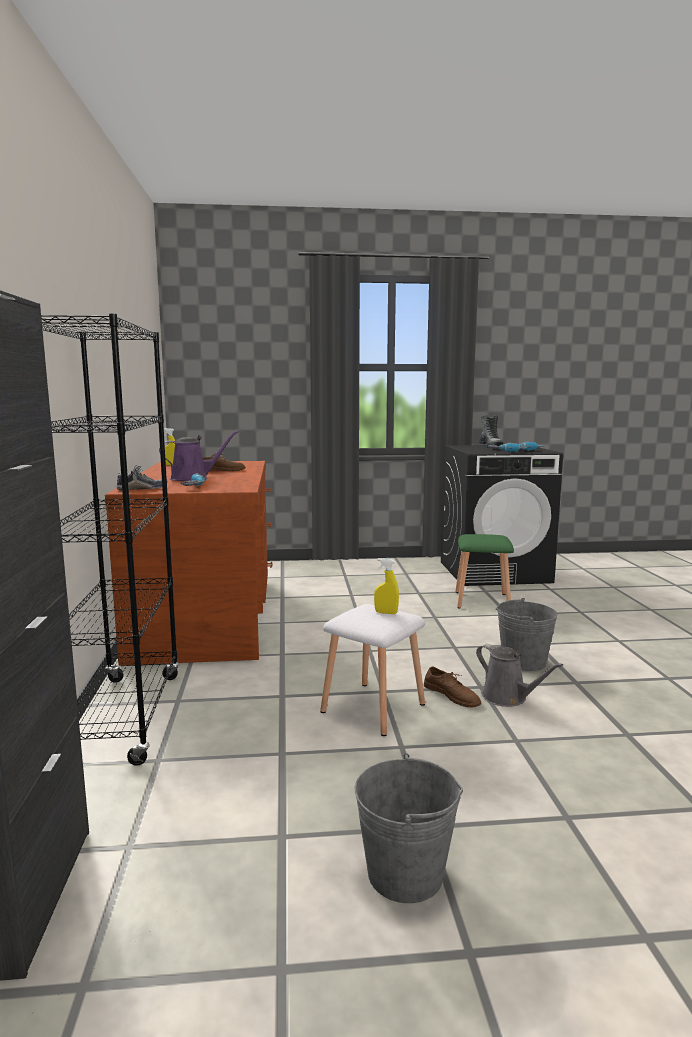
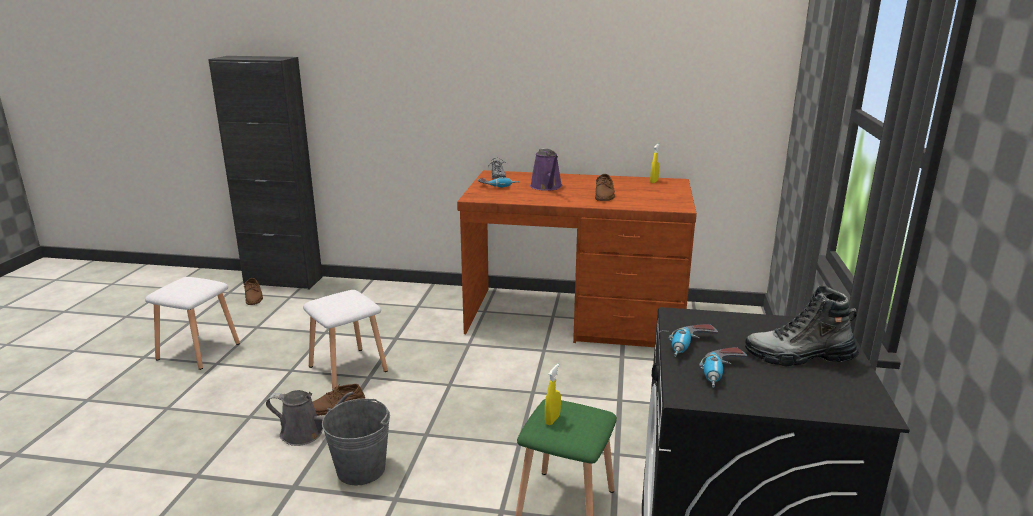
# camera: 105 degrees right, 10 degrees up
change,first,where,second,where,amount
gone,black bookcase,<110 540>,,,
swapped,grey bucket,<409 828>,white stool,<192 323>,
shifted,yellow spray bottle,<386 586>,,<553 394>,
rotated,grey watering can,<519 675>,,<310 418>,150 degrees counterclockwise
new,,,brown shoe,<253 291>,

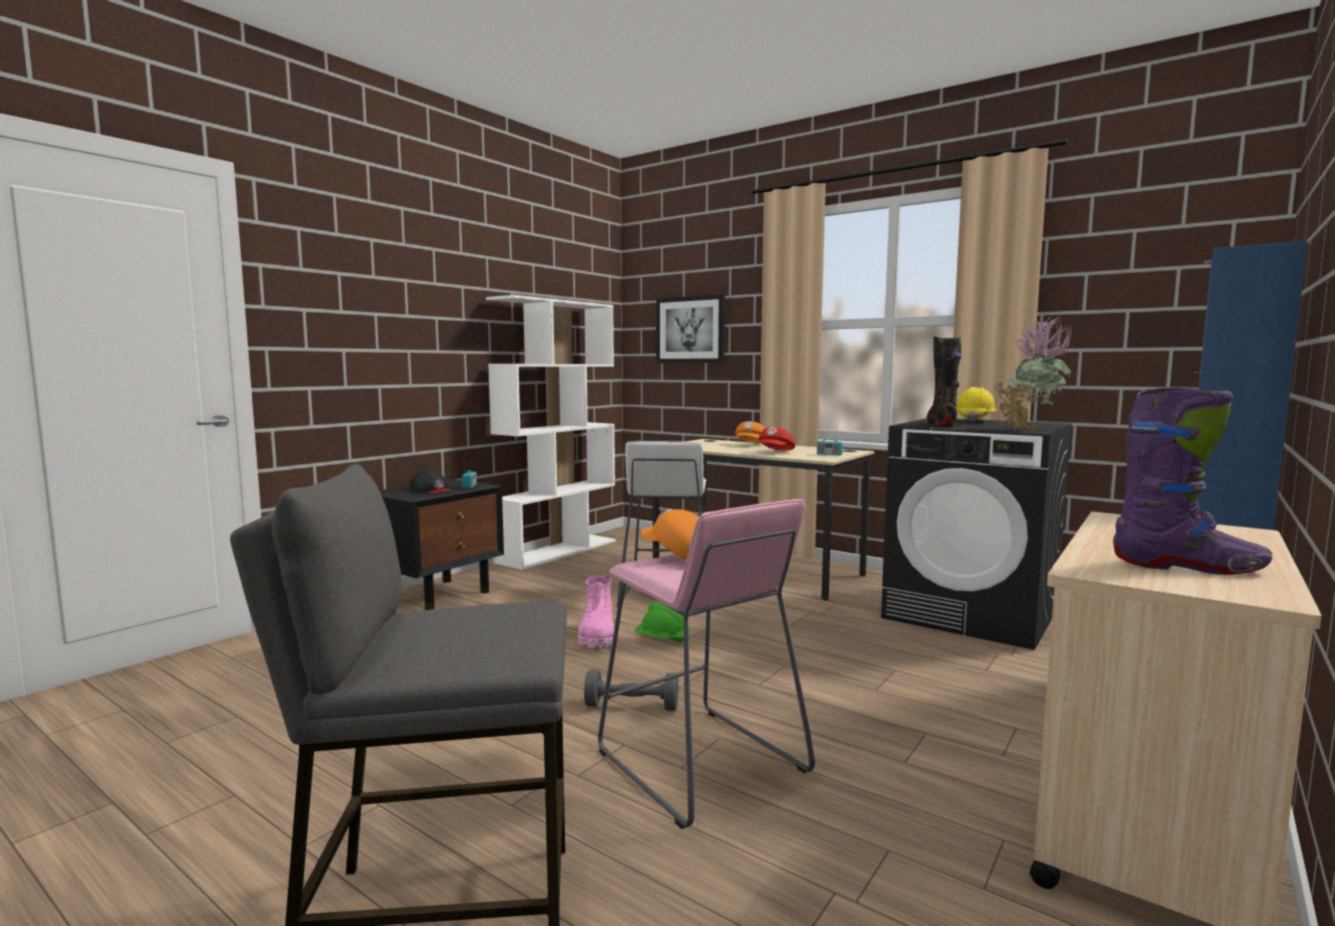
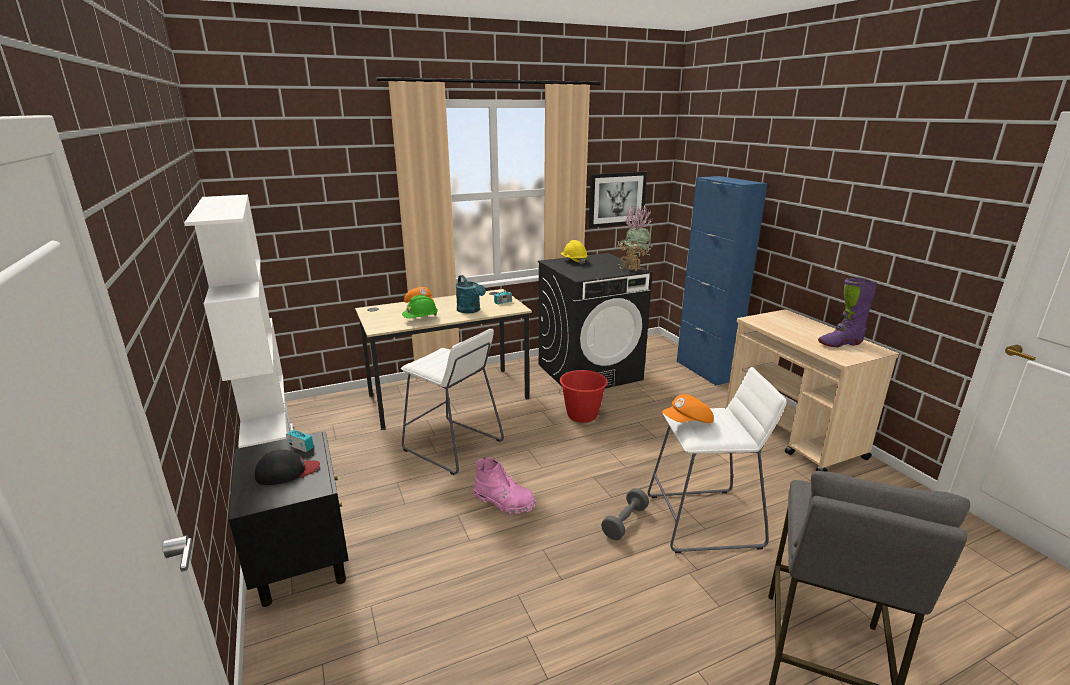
# camera: 60 degrees left, 15 degrees up
change,first,where,second,where,amount
repainted,pink stool,<706 664>,white stool,<717 460>,
shifted,green hard hat,<662 622>,,<420 306>,
shifted,picture,<690 328>,,<618 199>,
swapped,red cap,<776 439>,turquoise watering can,<471 294>,
gone,black boot,<944 381>,,,
rotated,purple boot,<1192 481>,,<847 312>,150 degrees counterclockwise
new,,,red bucket,<583 396>,

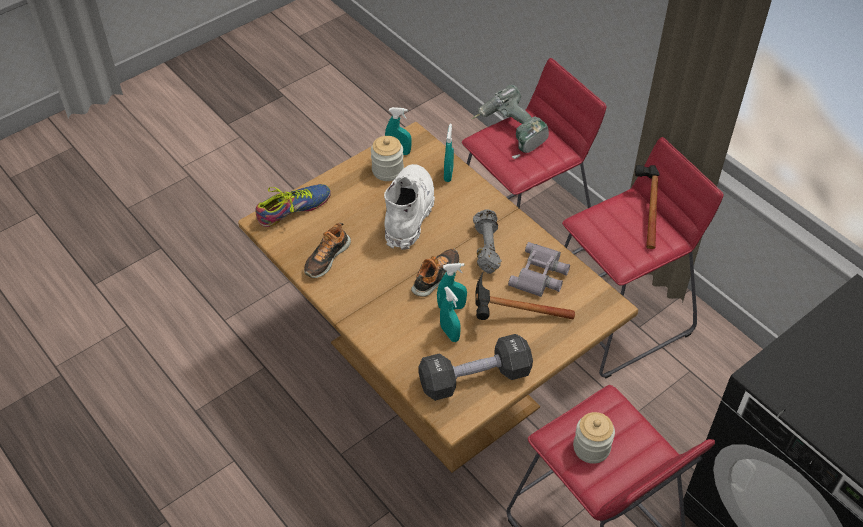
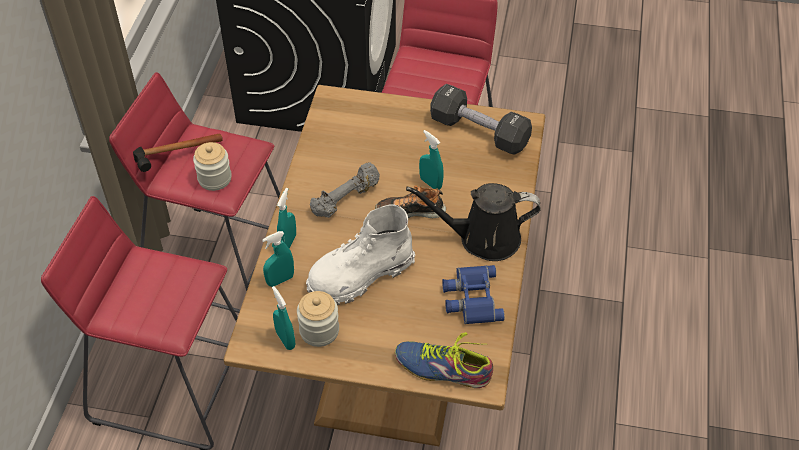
# camera: 130 degrees left, 0 degrees up
change,first,where,second,where,amount
swapped,shoe,<327 250>,blue binoculars,<473 294>,
shifted,turquoise spray bottle,<450 314>,,<286 218>,
gone,power drill,<510 122>,,,
gone,hammer,<525 295>,,,
gone,grey binoculars,<539 269>,,,
shifted,jar,<594 438>,,<212 166>,
new,,,black watering can,<473 222>,

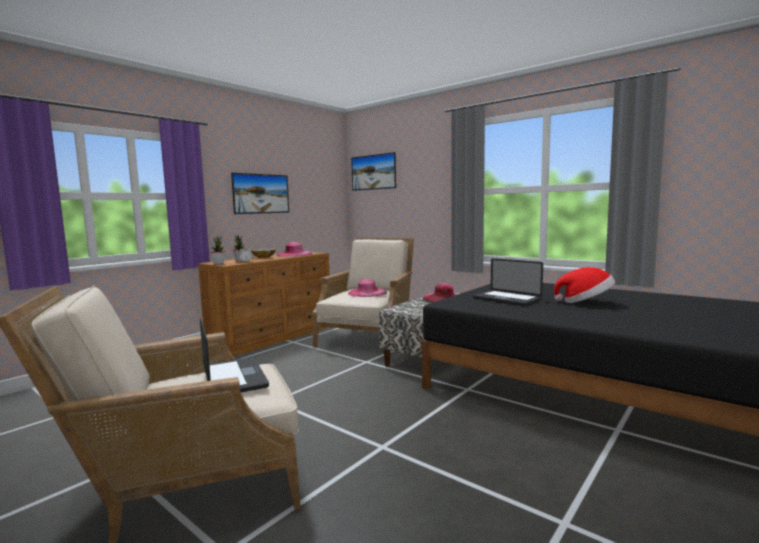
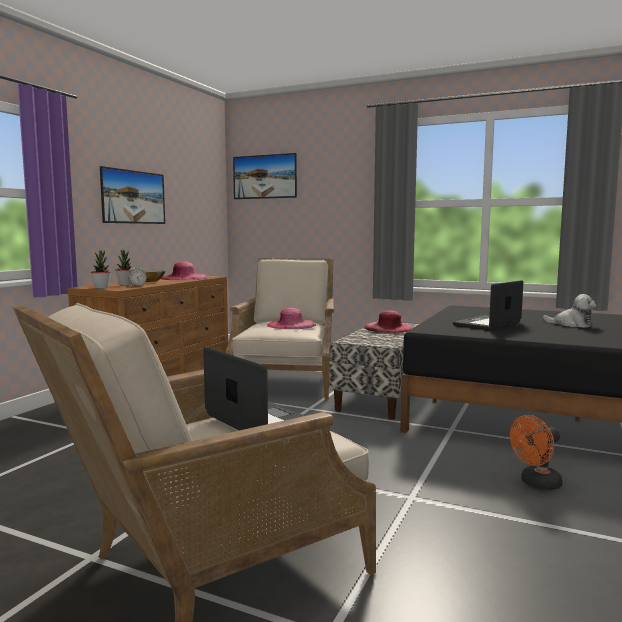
# camera: 15 degrees left, 0 degrees up
change,first,where,second,where,amount
rotated,laptop,<508 282>,,<488 305>,105 degrees clockwise
swapped,hat,<584 285>,plush toy,<569 311>,
new,,,orange fan,<536 452>,

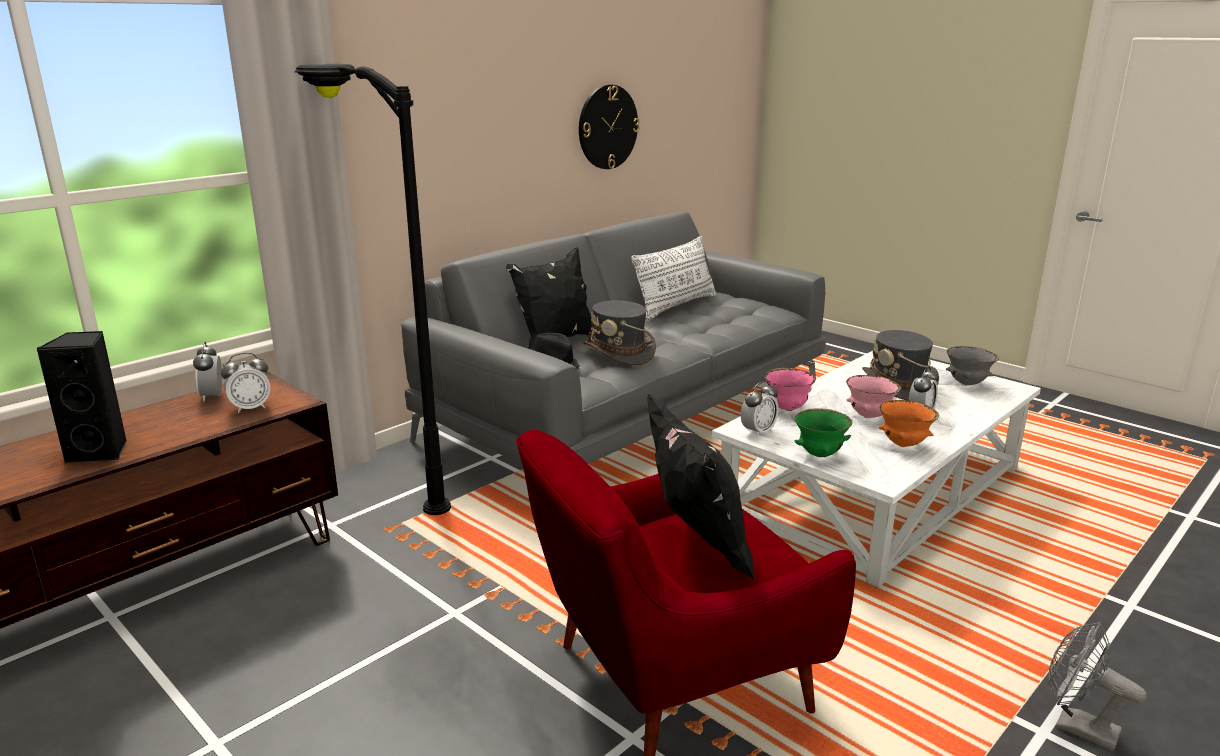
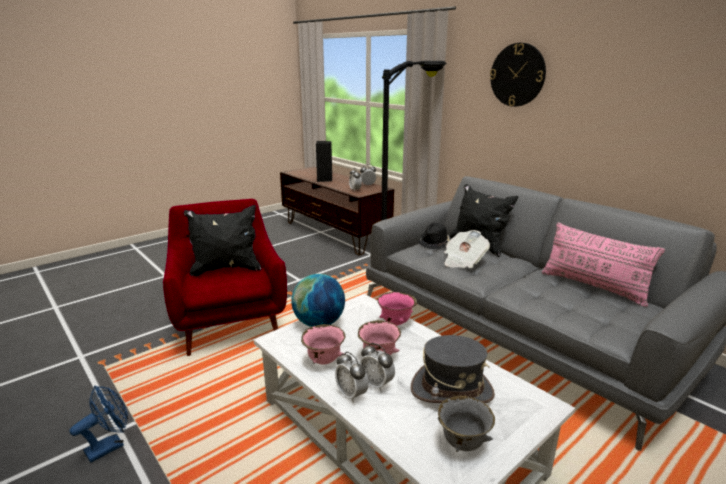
# camera: 95 degrees right, 0 degrees up
change,first,where,second,where,amount
shifted,wall clock,<609 126>,,<518 75>,
swapped,grey hat,<619 332>,newspaper,<467 249>,
repainted,white pillow,<674 278>,pink pillow,<603 265>,
shifted,alarm clock,<760 409>,,<352 377>,
swapped,green bowl,<823 432>,globe,<318 300>,
repainted,orange bowl,<909 423>,pink bowl,<323 344>,
repainted,grey fan,<1097 686>,blue fan,<98 424>,

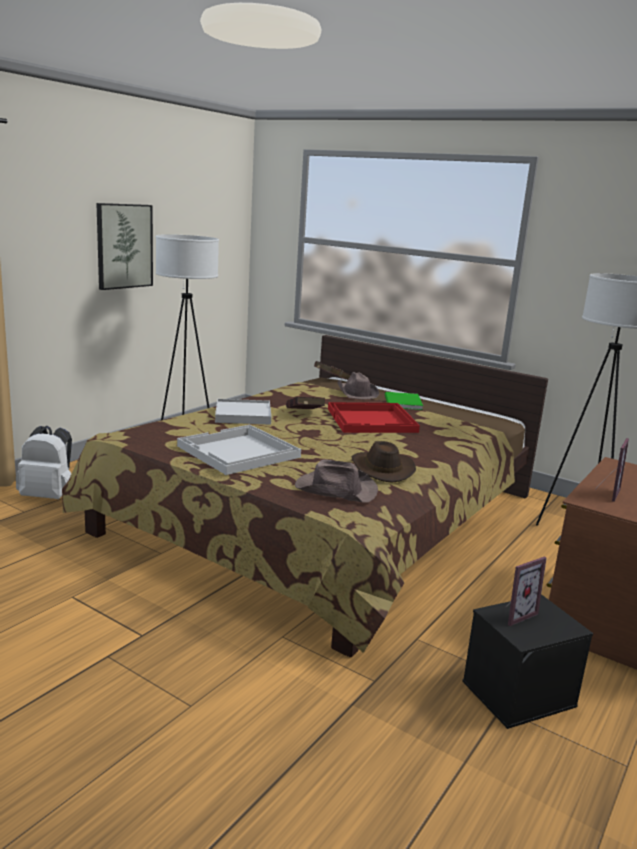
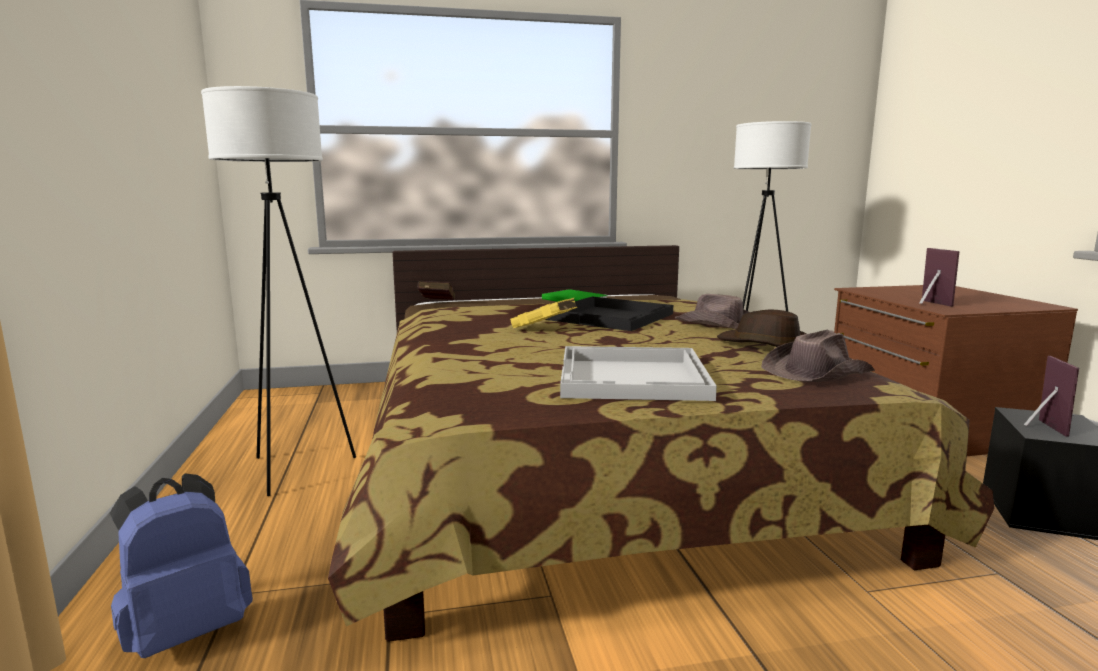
# camera: 45 degrees left, 5 degrees down
change,first,where,second,where,amount
repainted,white backpack,<44 462>,blue backpack,<181 565>,
gone,picture,<124 246>,,,
gone,white tray,<243 412>,,,
repainted,red book,<305 403>,yellow book,<543 313>,
repainted,red tray,<374 417>,black tray,<609 314>,
shifted,brown hat,<358 385>,,<712 311>,

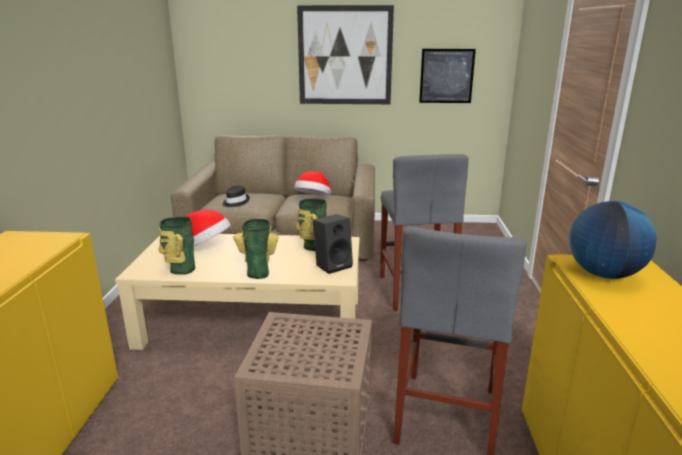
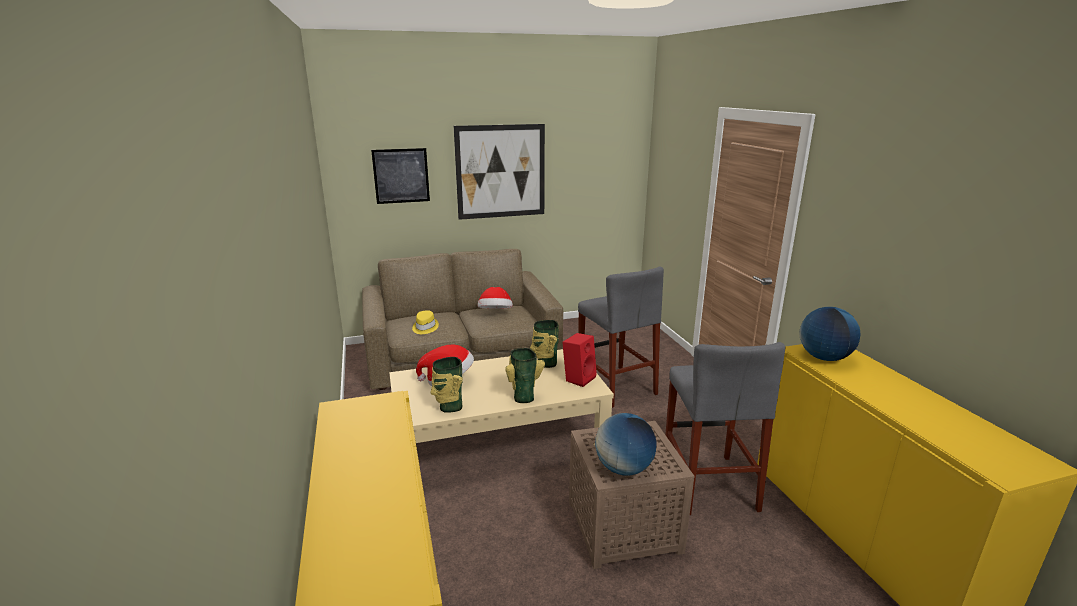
# camera: 20 degrees left, 0 degrees up
change,first,where,second,where,amount
repainted,black hat,<236 196>,yellow hat,<425 322>,
repainted,black speaker,<333 244>,red speaker,<579 360>,
shifted,picture,<447 76>,,<400 176>,
new,,,globe,<625 444>,

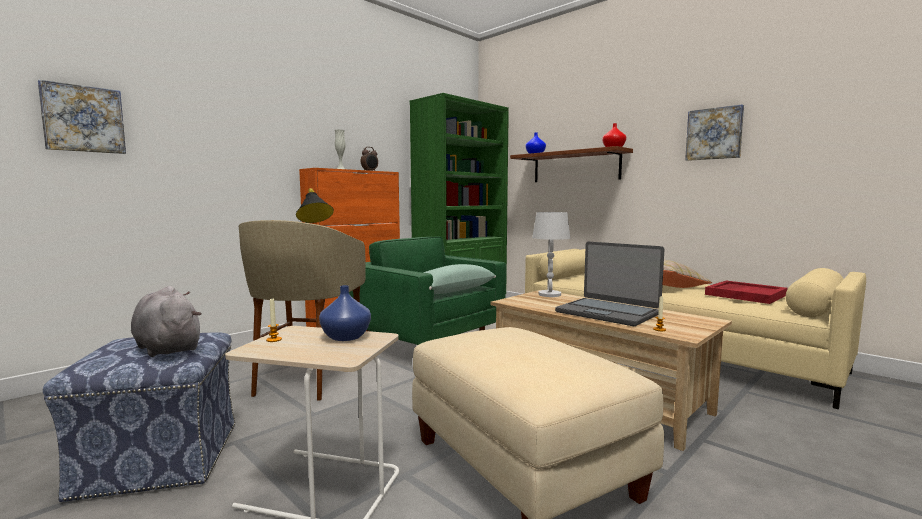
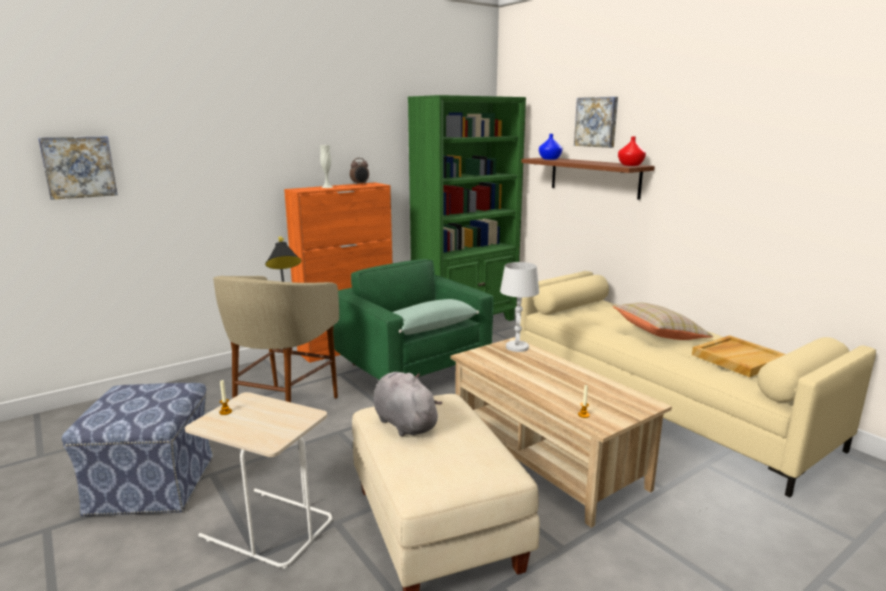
# camera: 10 degrees right, 10 degrees up
change,first,where,second,where,amount
shifted,grey plush toy,<166 321>,,<408 404>,
gone,blue vase,<345 313>,,,
gone,laptop,<610 284>,,,
shifted,picture,<714 132>,,<596 122>,
repainted,red tray,<746 292>,beige tray,<738 356>,

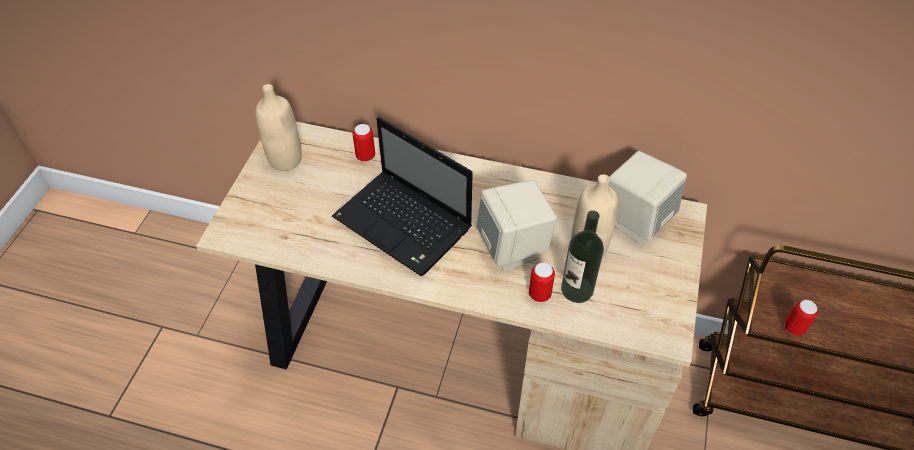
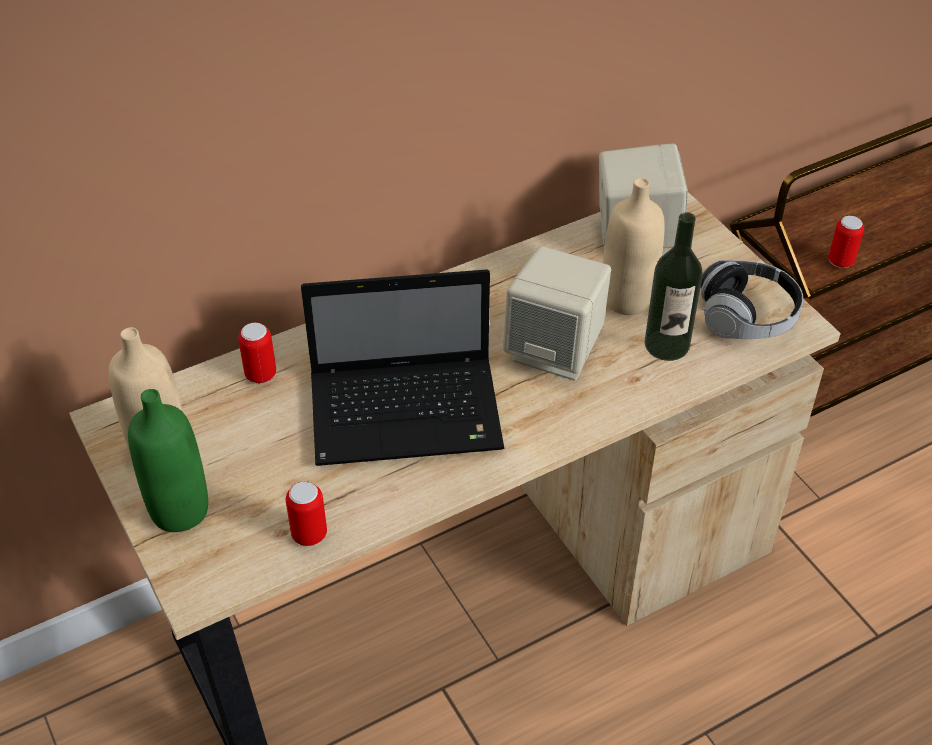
# camera: 45 degrees left, 5 degrees down
change,first,where,second,where,amount
shifted,can,<542 282>,,<306 513>,
new,,,green bottle,<168 460>,
new,,,headphones,<751 299>,

